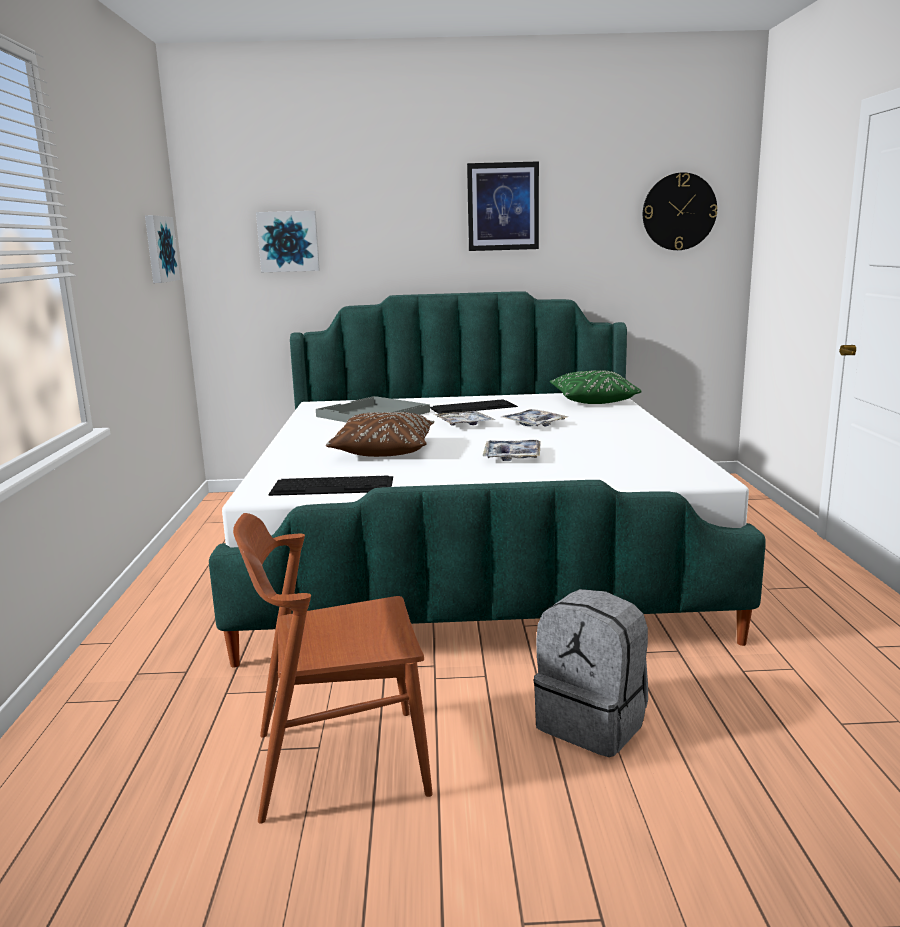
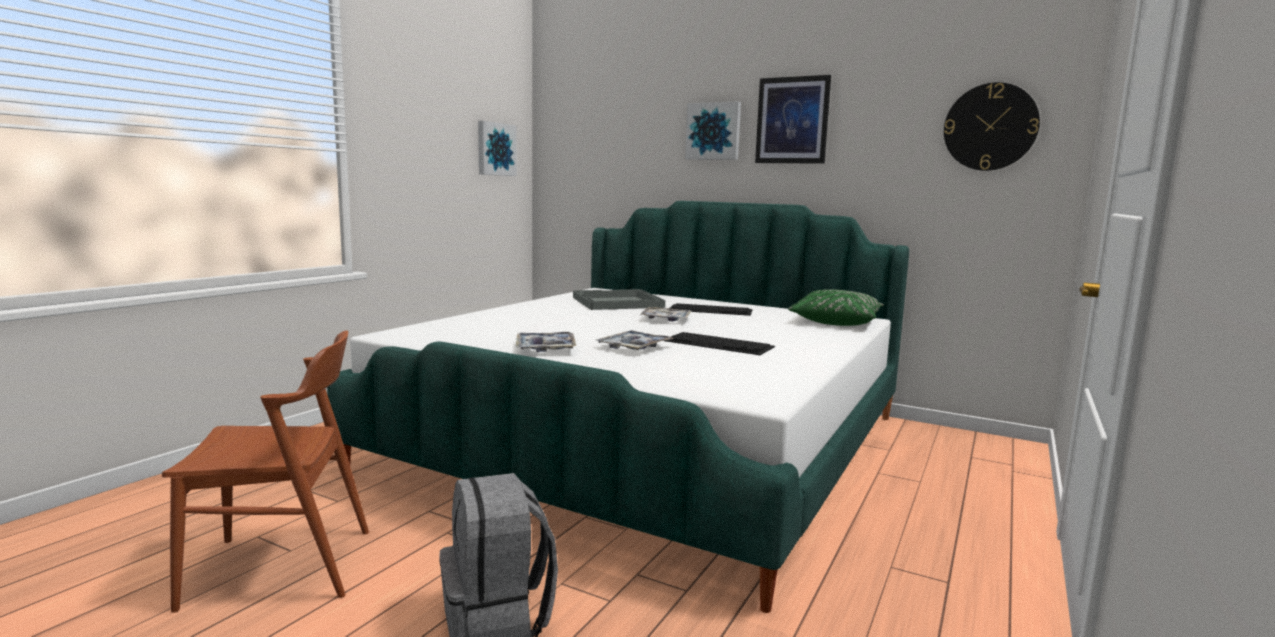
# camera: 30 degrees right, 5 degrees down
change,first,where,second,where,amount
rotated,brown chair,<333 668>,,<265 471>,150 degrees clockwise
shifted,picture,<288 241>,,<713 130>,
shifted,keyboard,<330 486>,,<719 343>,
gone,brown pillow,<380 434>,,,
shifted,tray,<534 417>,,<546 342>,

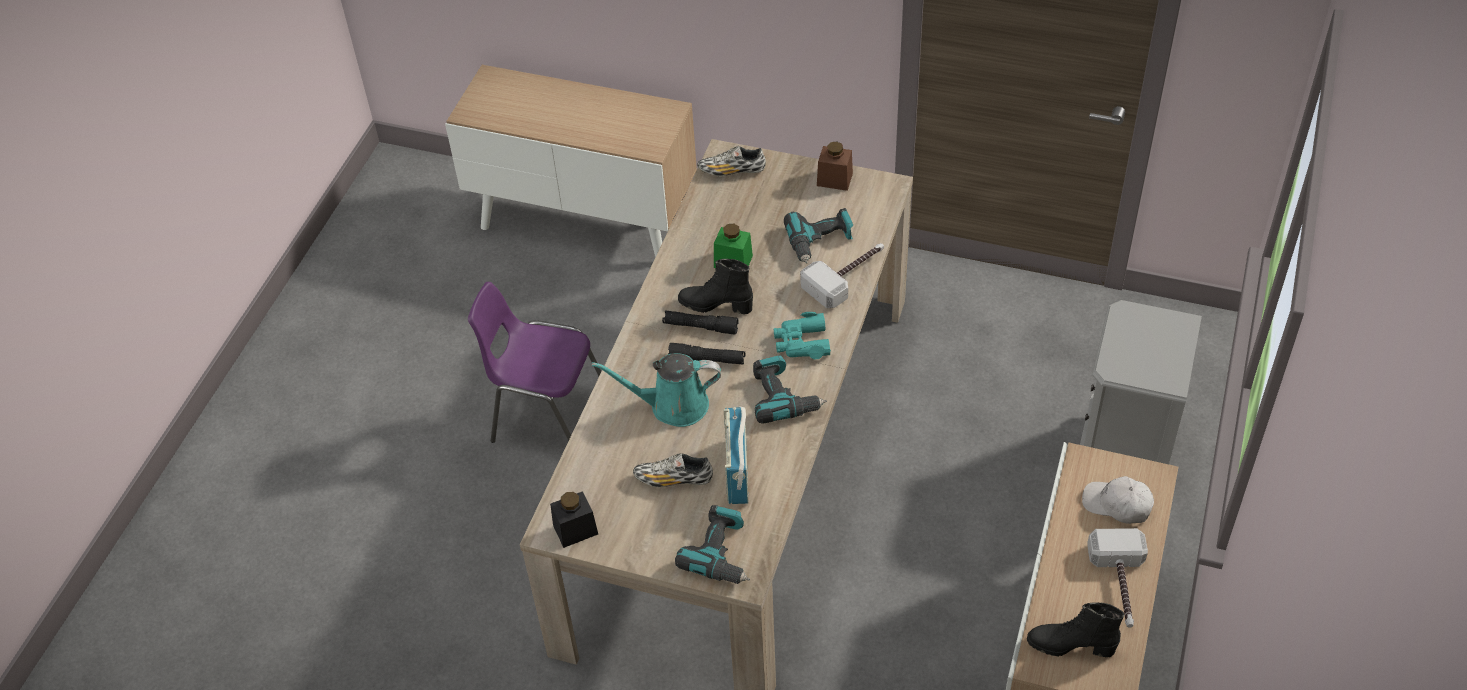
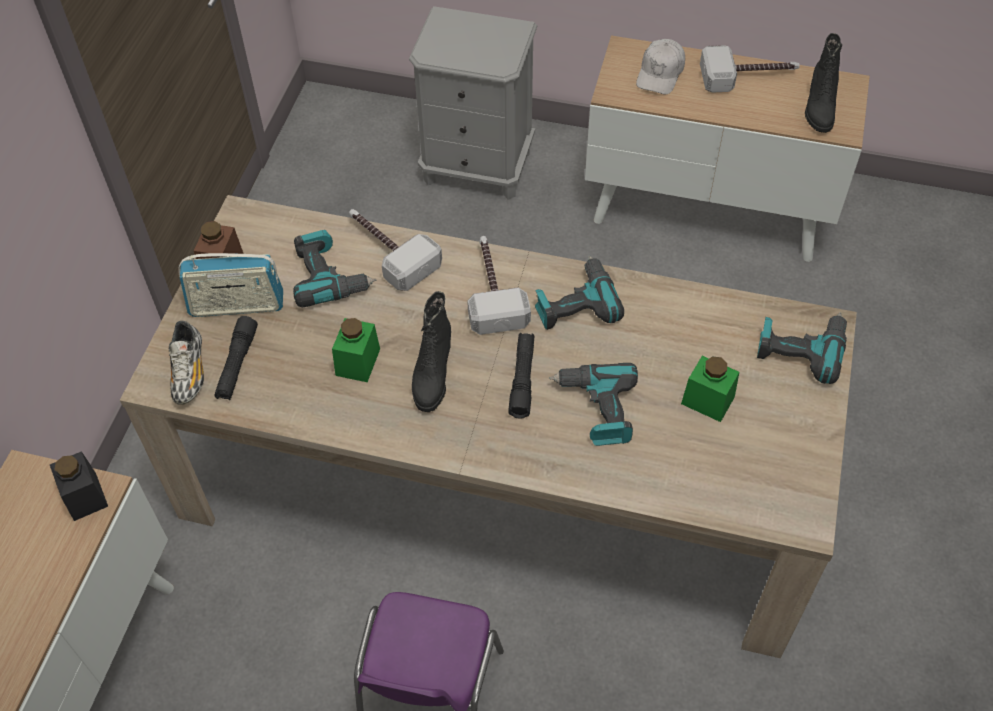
# camera: 95 degrees left, 5 degrees up
change,first,where,second,where,amount
shifted,black jar,<574 519>,,<79 486>,
swapped,turquoise watering can,<656 390>,power drill,<593 404>,
swapped,shoe,<673 470>,green jar,<710 389>,
shifted,black flashlight,<700 323>,,<236 358>,
shifted,radio,<736 455>,,<230 285>,
swapped,turquoise binoculars,<802 336>,hammer,<499 285>,

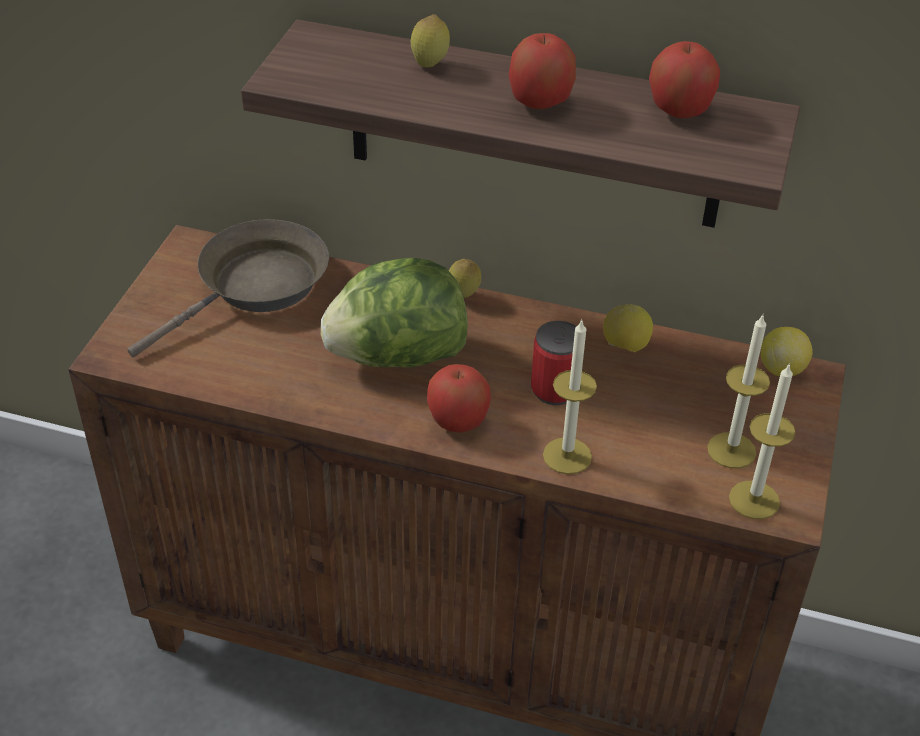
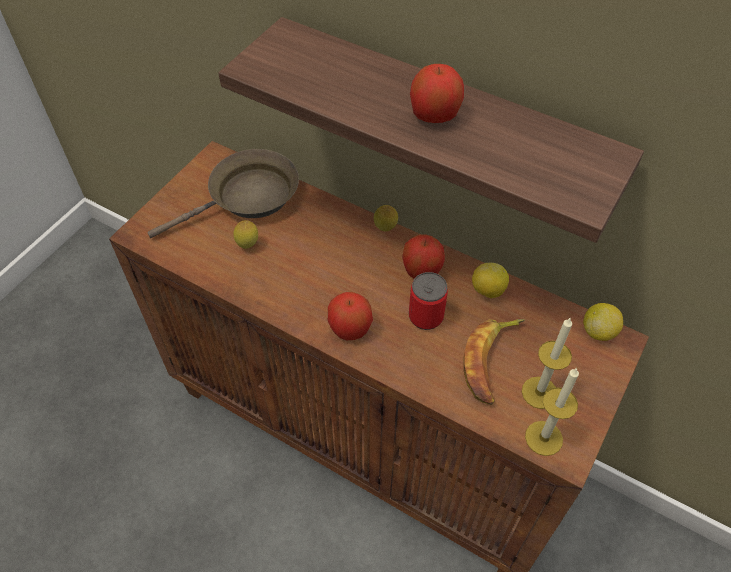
# camera: 15 degrees right, 10 degrees up
change,first,where,second,where,amount
gone,lettuce,<394 312>,,,
shifted,lemon,<430 40>,,<245 234>,
gone,candle,<570 396>,,,
shifted,apple,<684 79>,,<423 256>,
new,,,banana,<494 362>,

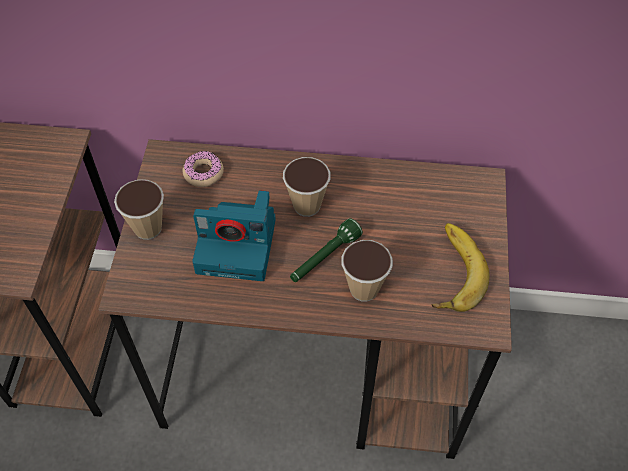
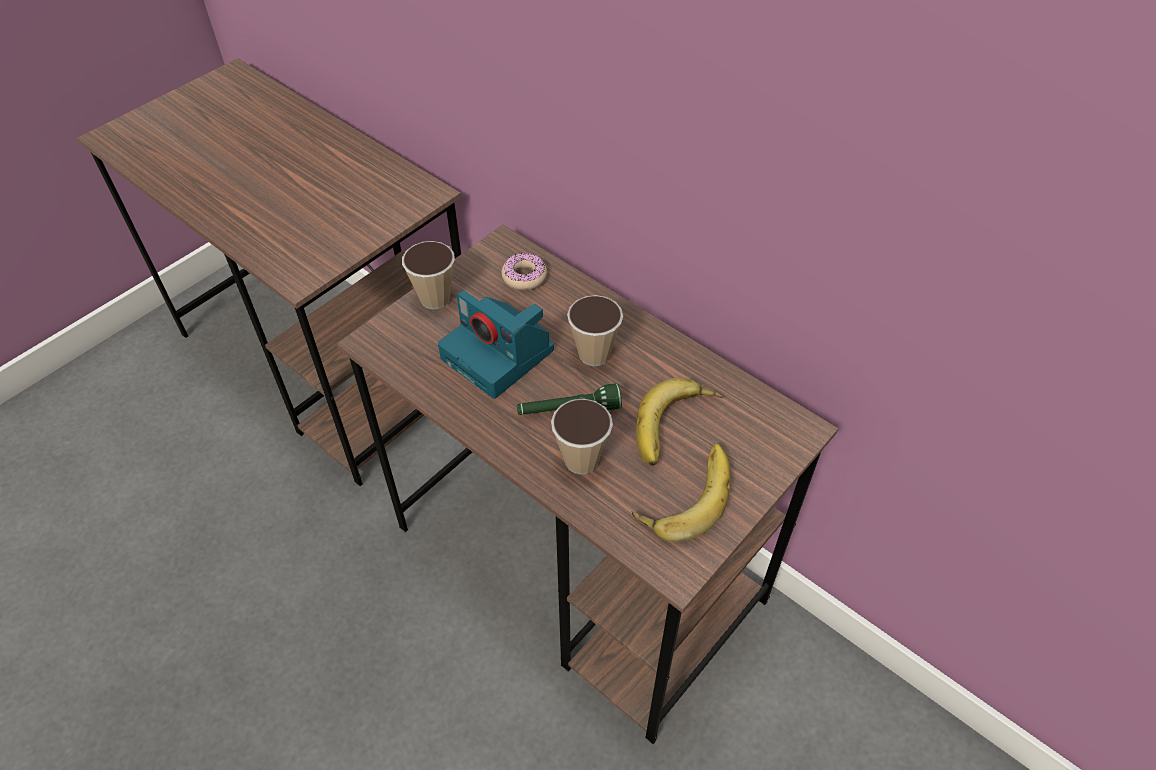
# camera: 35 degrees right, 5 degrees down
change,first,where,second,where,amount
new,,,banana,<679 421>,

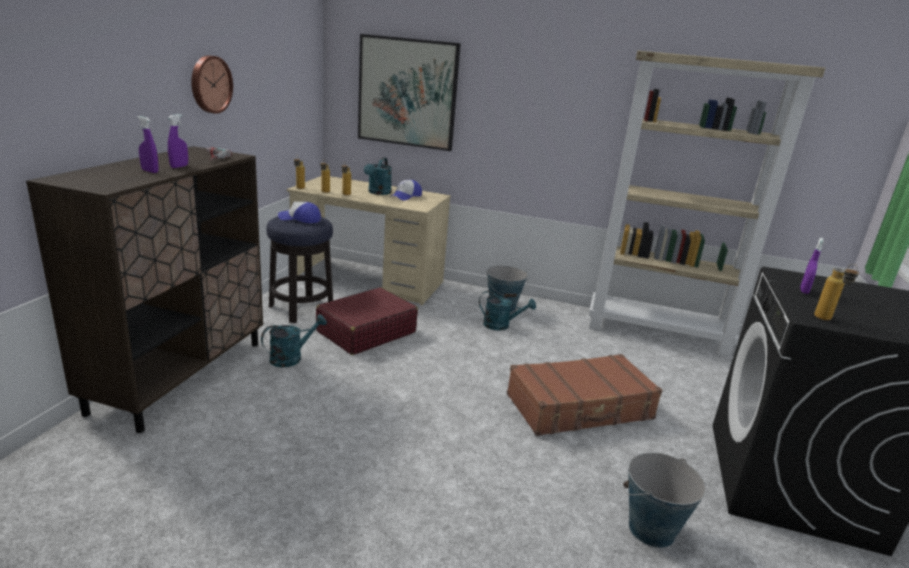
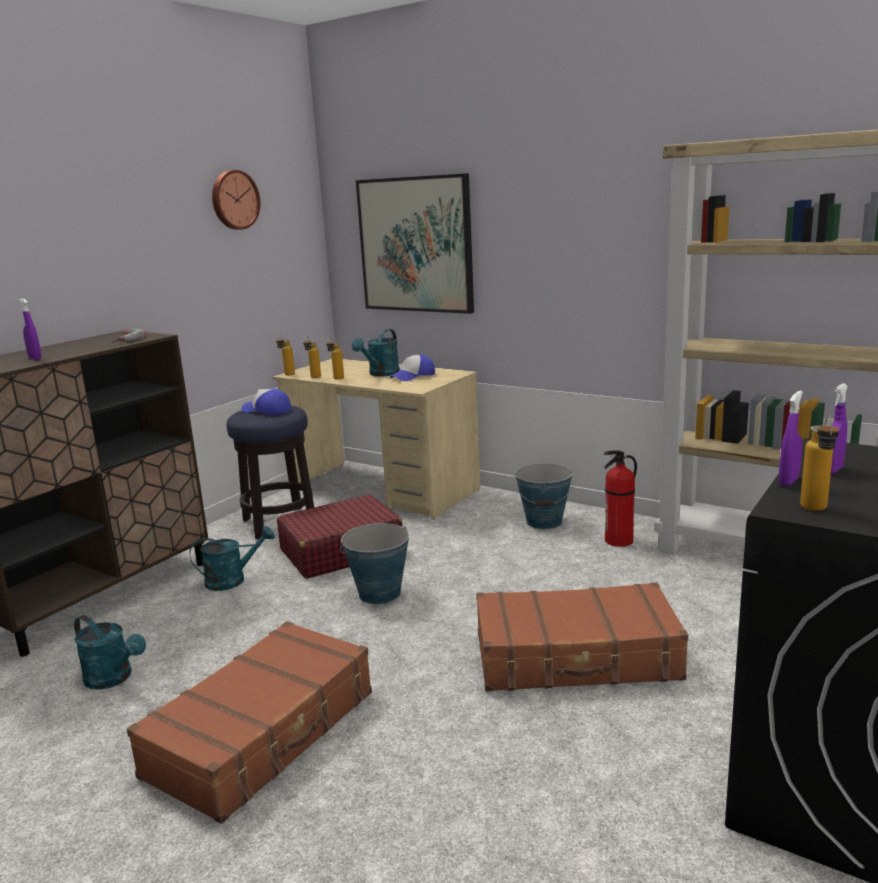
# camera: 20 degrees right, 5 degrees down
change,first,where,second,where,amount
shifted,purple spray bottle,<178 141>,,<791 438>,
shifted,wall clock,<212 84>,,<236 200>,
shifted,turquoise watering can,<507 310>,,<110 652>,
shifted,bucket,<664 500>,,<374 564>,
new,,,brown suitcase,<249 722>,
new,,,fire extinguisher,<620 498>,

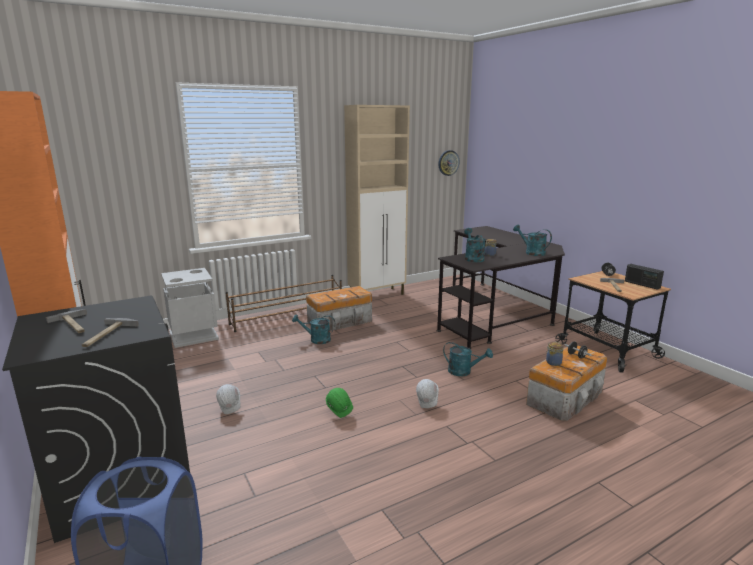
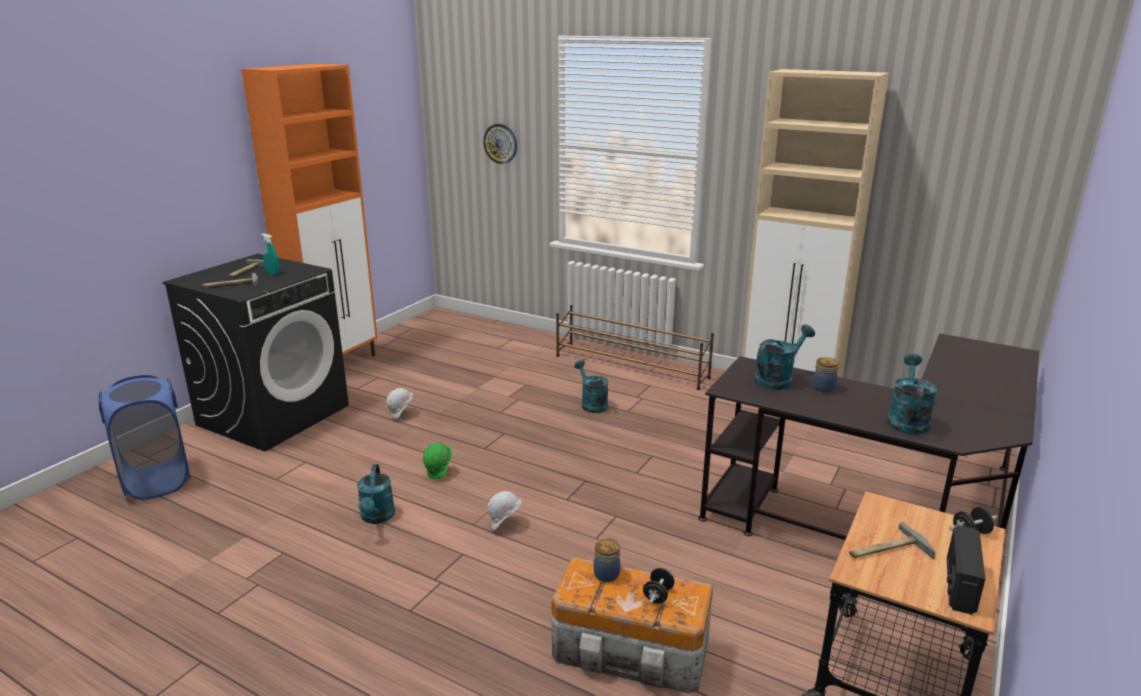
# camera: 60 degrees right, 5 degrees up
change,first,where,second,where,amount
gone,grey trash can,<190 308>,,,
gone,storage box,<339 308>,,,
shifted,wall clock,<449 163>,,<500 144>,
shifted,turquoise watering can,<468 359>,,<376 494>,
new,,,turquoise spray bottle,<270 254>,

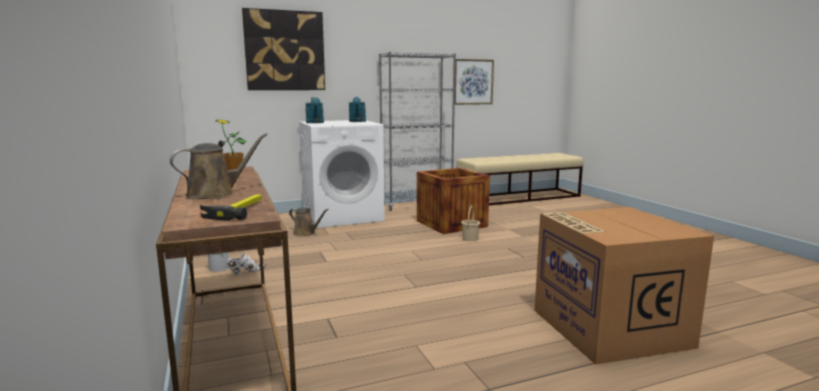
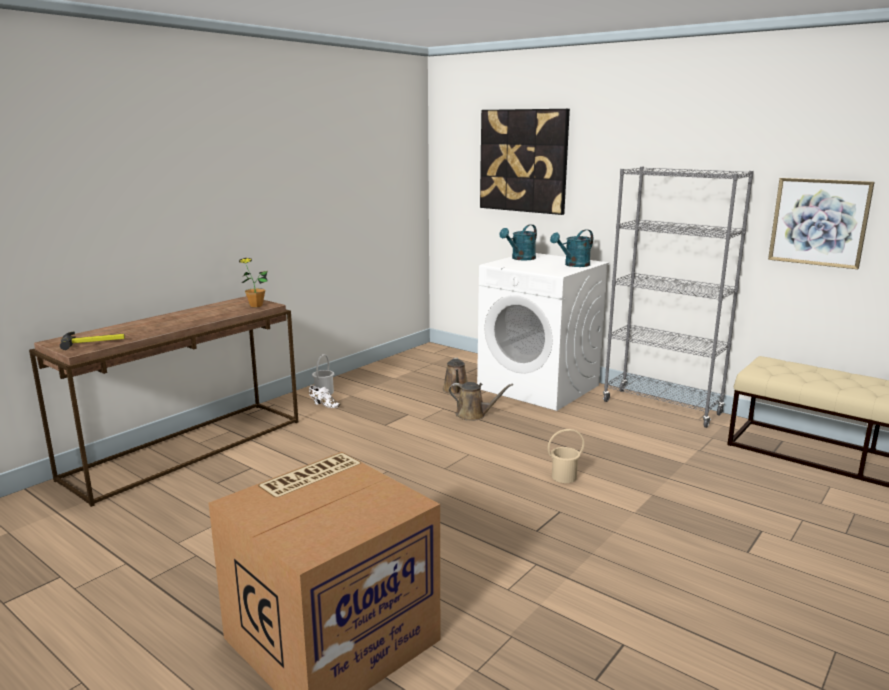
# camera: 60 degrees right, 5 degrees up
change,first,where,second,where,amount
shifted,brown watering can,<219 166>,,<481 401>,
gone,crate,<453 201>,,,

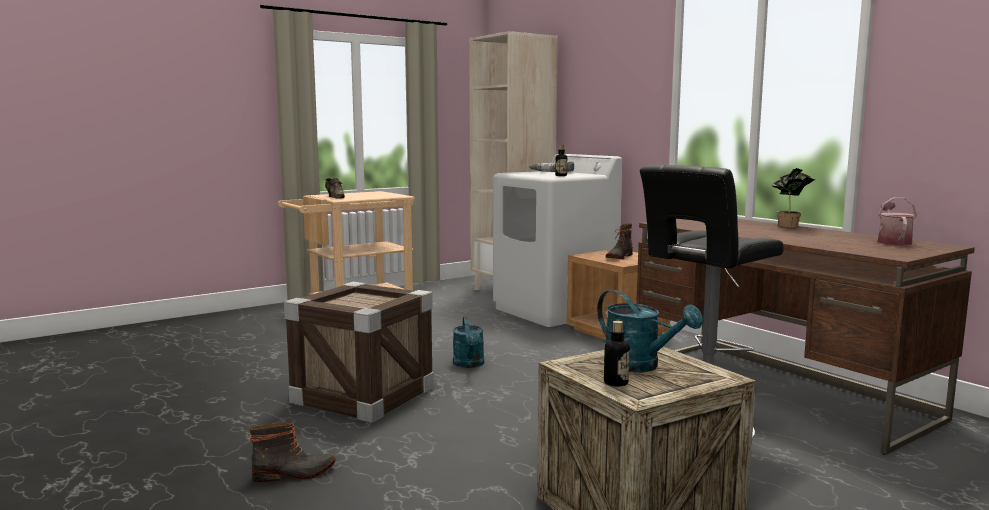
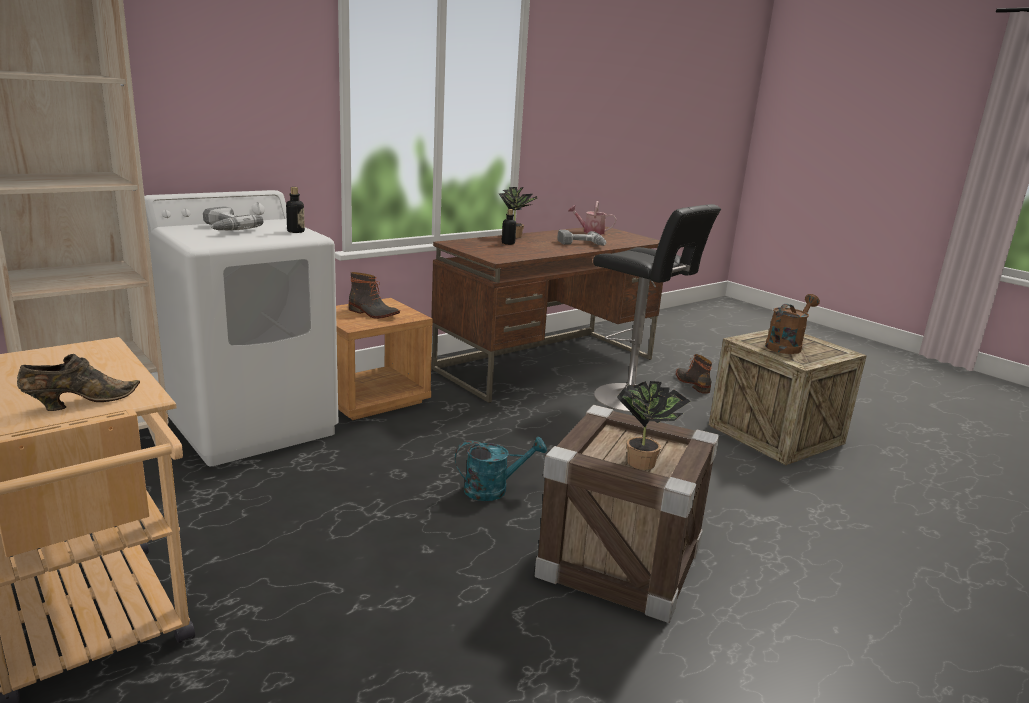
# camera: 95 degrees left, 10 degrees up
change,first,where,second,where,amount
shifted,boot,<292 452>,,<694 374>,
repainted,turquoise watering can,<650 331>,brown watering can,<792 324>,
shifted,bottle,<617 354>,,<509 227>,
new,,,power drill,<581 238>,
new,,,potted plant,<654 425>,

